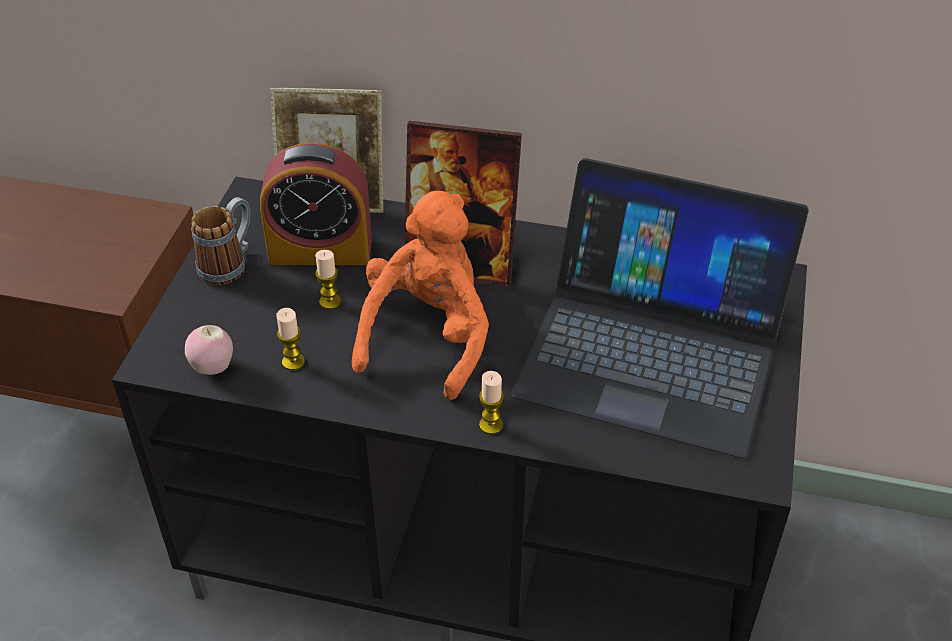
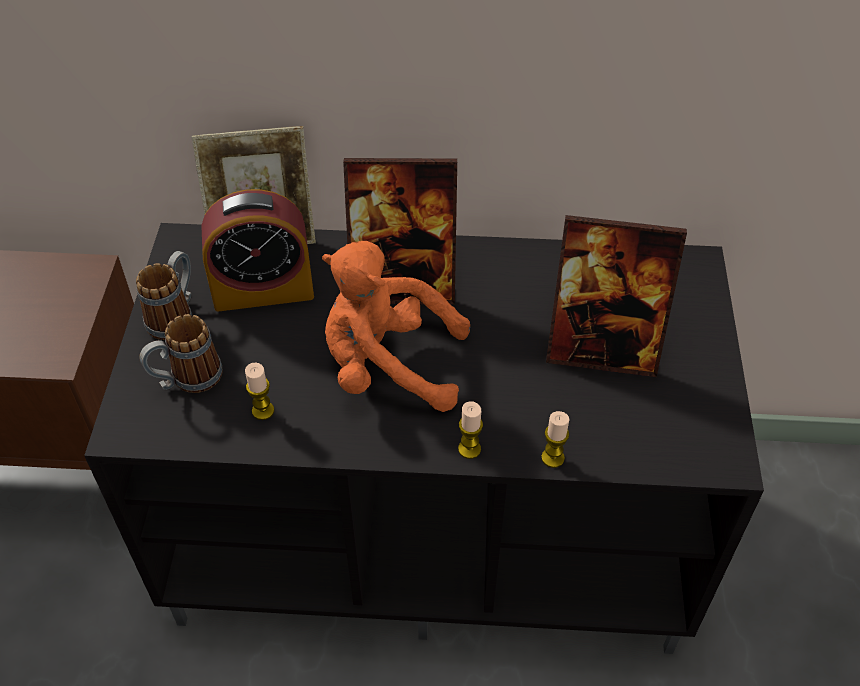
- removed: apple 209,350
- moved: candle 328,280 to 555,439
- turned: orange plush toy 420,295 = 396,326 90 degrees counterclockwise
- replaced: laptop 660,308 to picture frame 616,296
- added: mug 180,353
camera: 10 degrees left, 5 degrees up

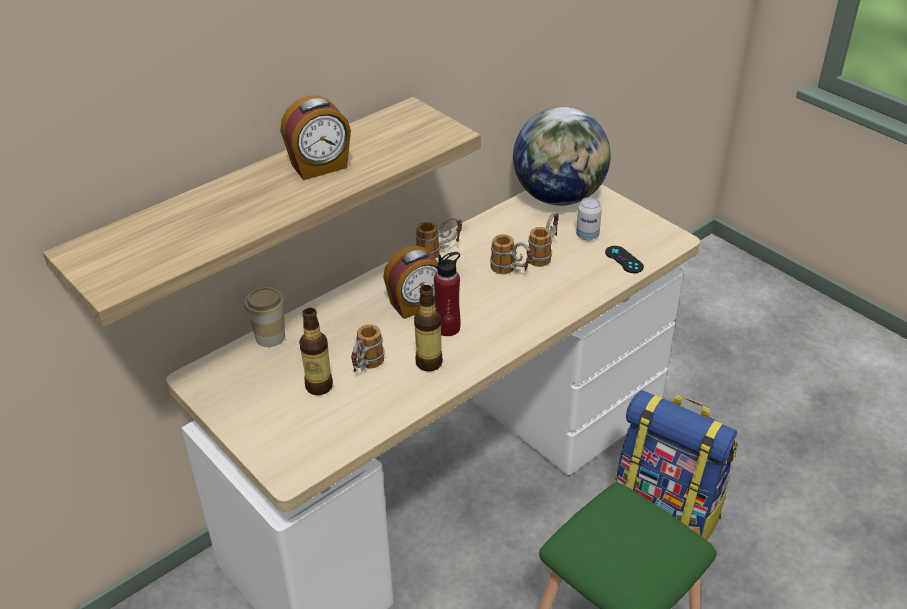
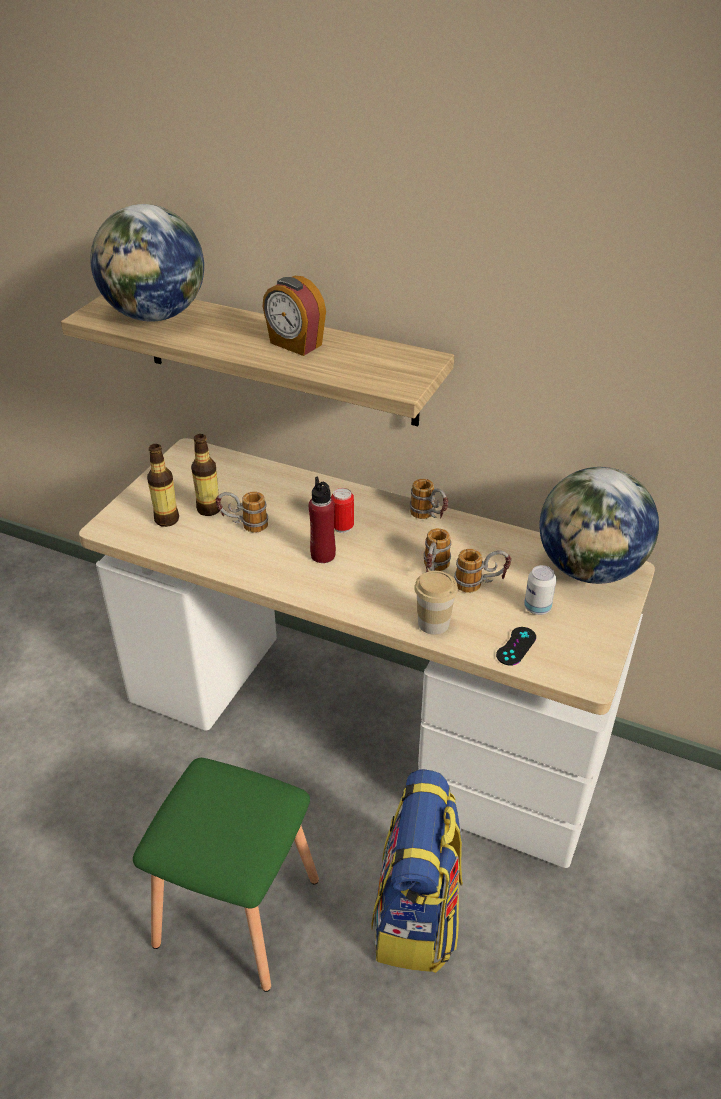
- moved: cup 264,317 to 436,603
- replaced: alarm clock 410,282 to can 342,510
- moved: bottle 428,328 to 163,485
- added: globe 147,263
camera: 65 degrees right, 0 degrees up

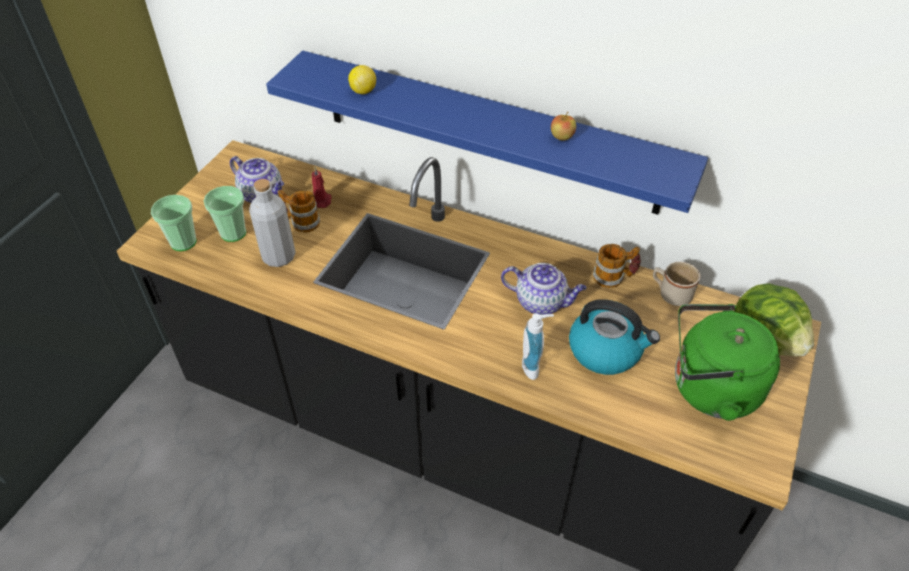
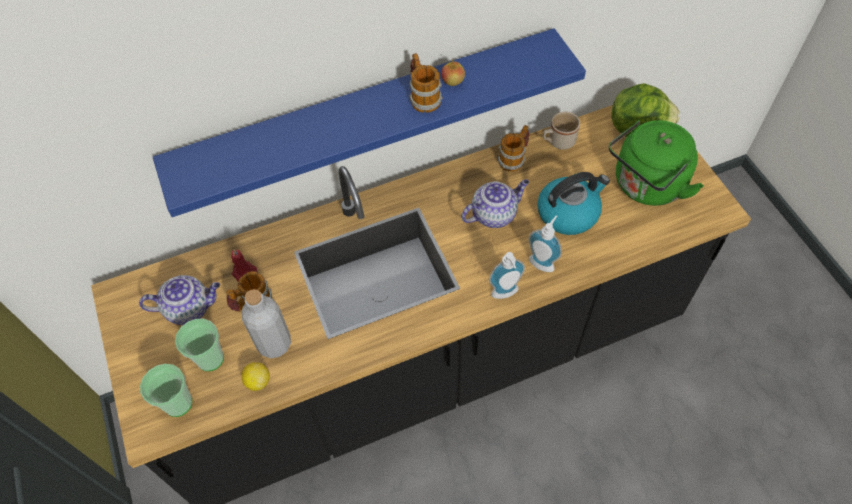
- moved: lemon 362,79 to 256,376
- added: mug 426,83
- added: soap dispenser 507,275
camera: 45 degrees left, 10 degrees up

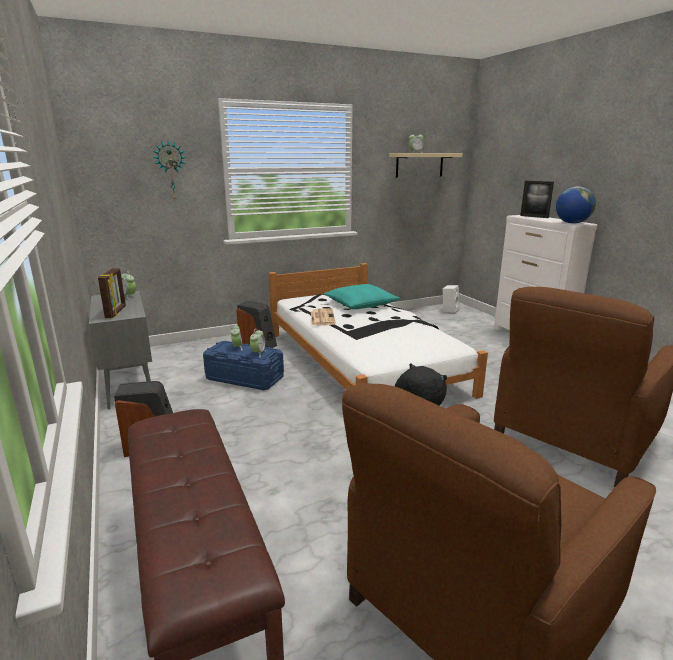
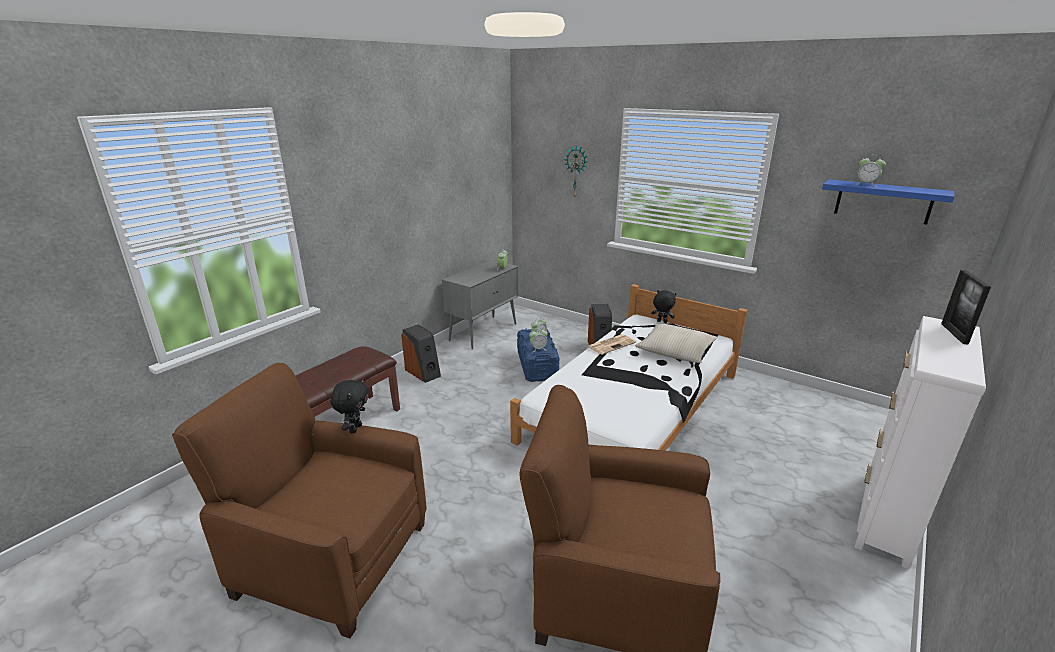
- removed: picture frame 112,293
- recoloured: turquoise pillow 362,296 to beige pillow 676,343
- recoloured: beige shelf 426,165 to blue shelf 888,202
- removed: white speaker 450,299
- removed: globe 576,205
- added: black plush toy 663,306
camera: 60 degrees right, 5 degrees up

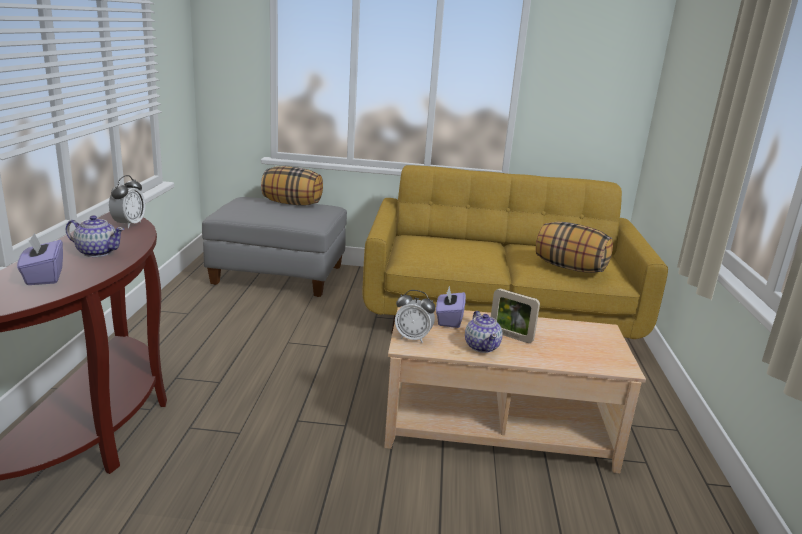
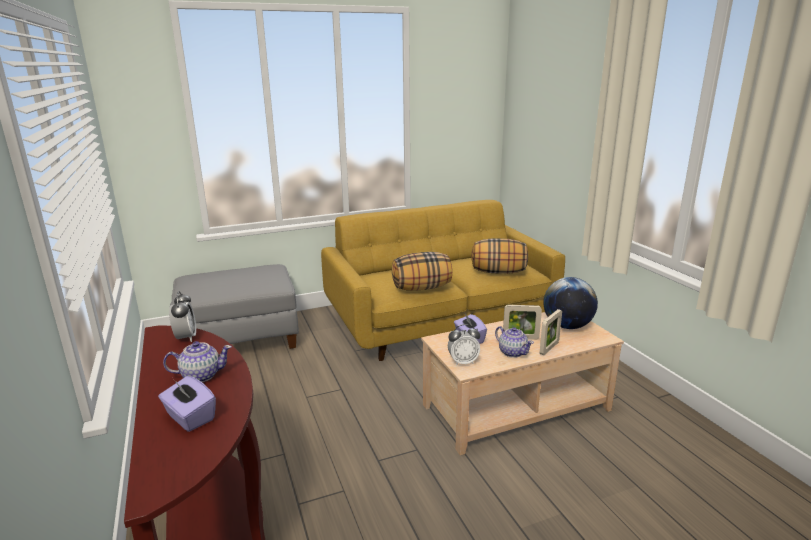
- moved: pillow 292,185 to 422,271
- added: picture frame 551,332
- added: globe 570,303
camera: 25 degrees left, 0 degrees up

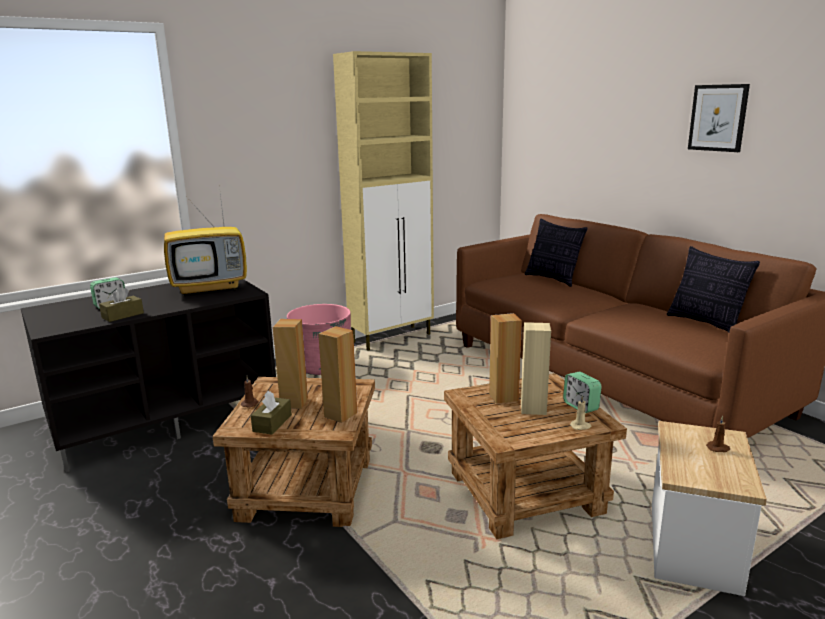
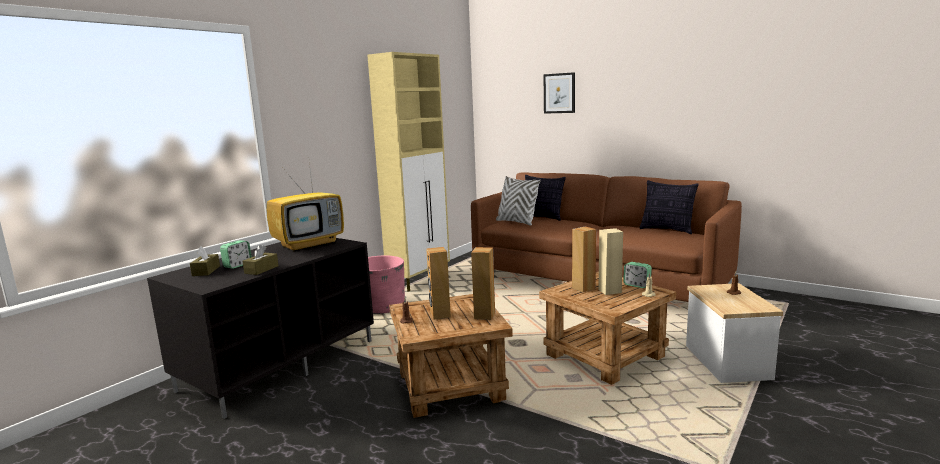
- moved: brown tissue box 271,412 to 205,261
- moved: picture 719,118 to 559,93
- added: white pillow 518,201
camera: 20 degrees left, 5 degrees down

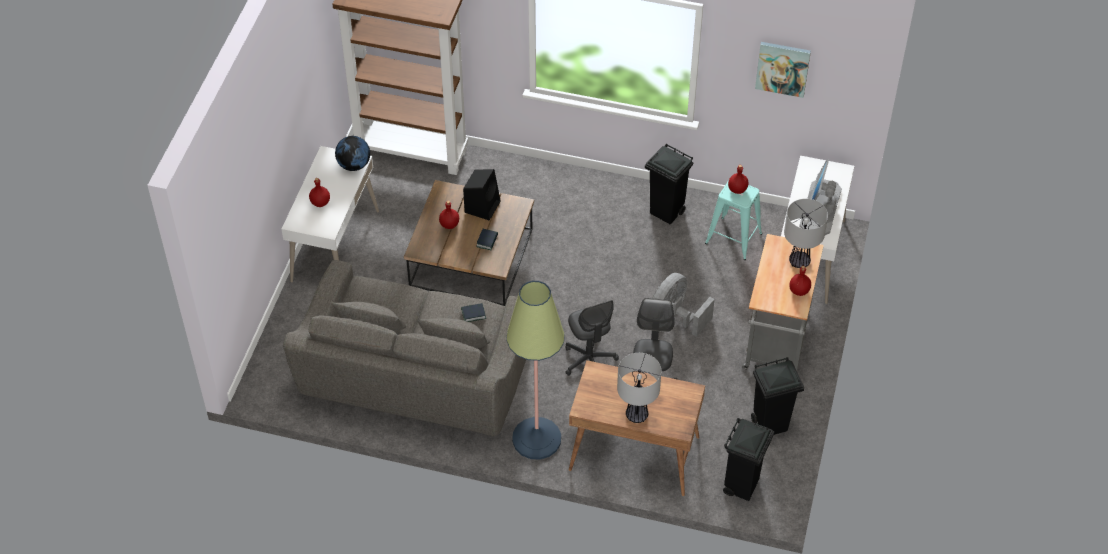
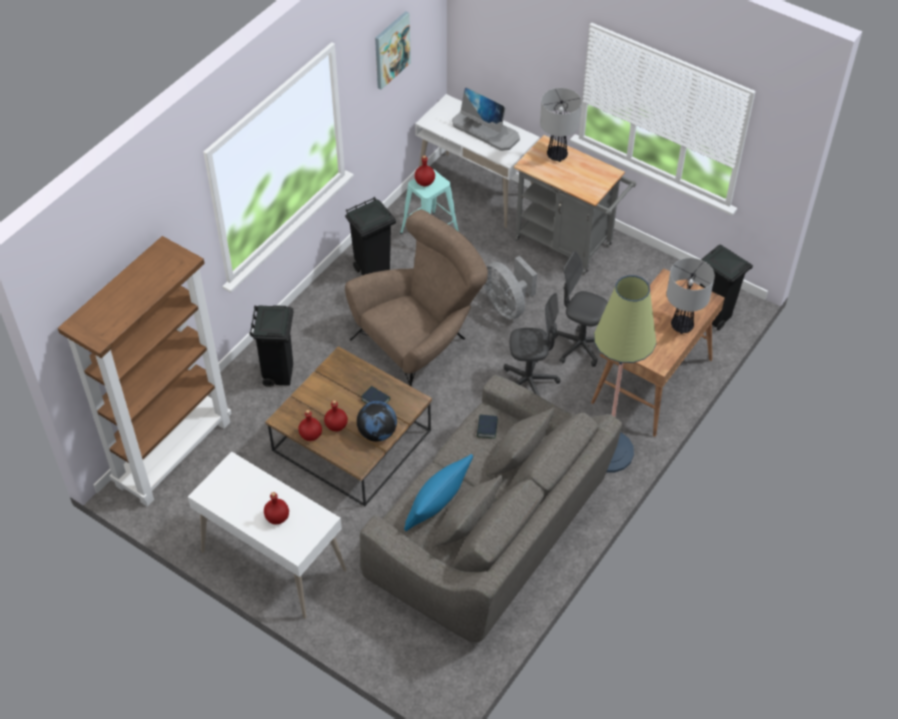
- moved: globe 352,153 to 377,421
- removed: black speaker 482,194
- moved: black trash can 777,396 to 271,346
- moved: red bottle 800,281 to 310,425
- added: brown armchair 416,298
- added: blue pillow 438,492
camera: 70 degrees left, 0 degrees up

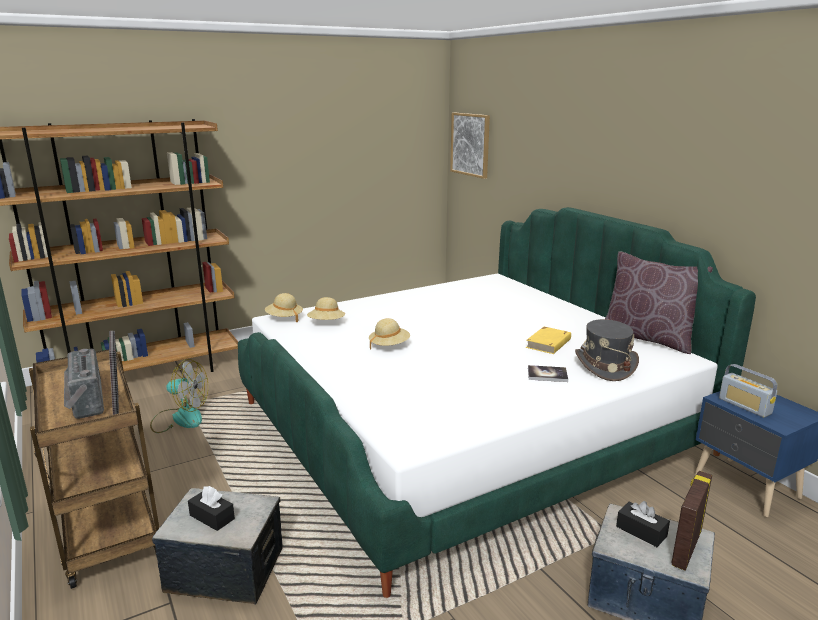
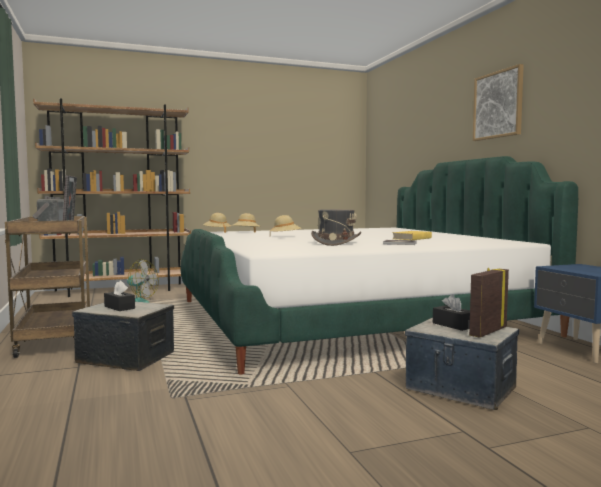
- moved: picture 470,146 to 498,102
- moved: grey hat 607,350 to 336,227
- removed: brown pillow 659,302
- removed: radio 748,391
camera: 10 degrees right, 15 degrees down

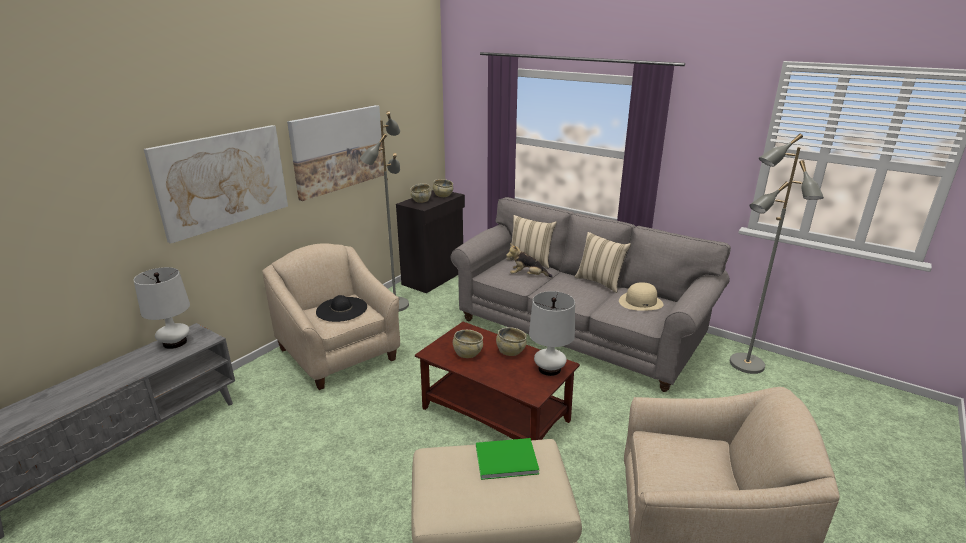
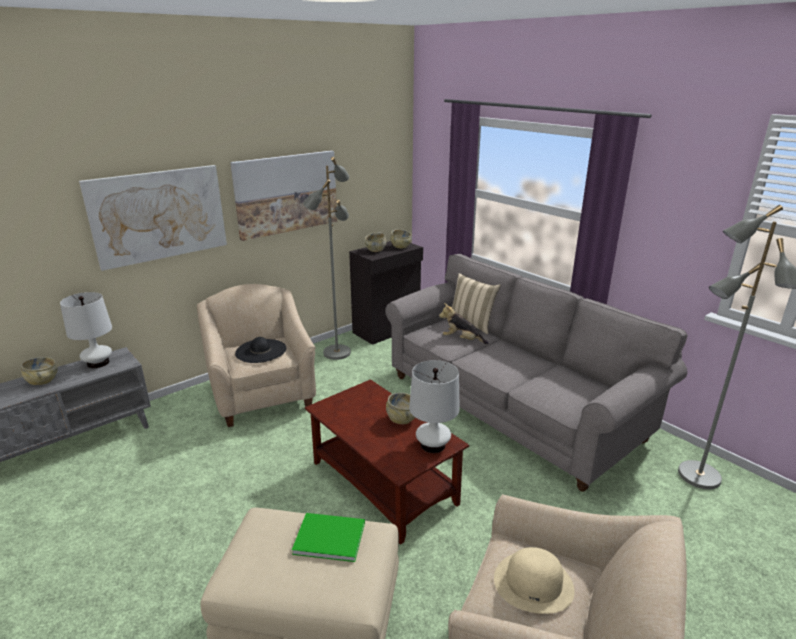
- moved: beige bowl 468,344 to 39,371
- removed: beige pillow 603,262
- moved: beige hat 641,296 to 534,580
camera: 15 degrees right, 0 degrees up

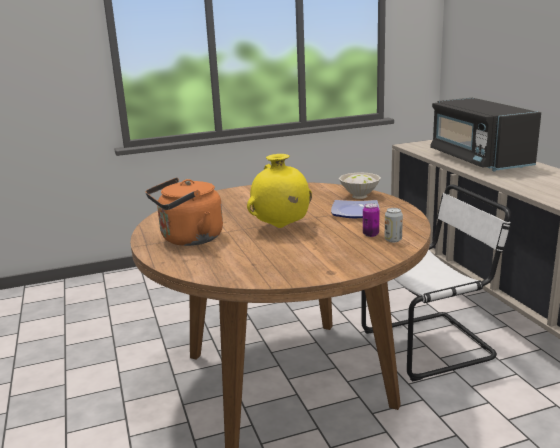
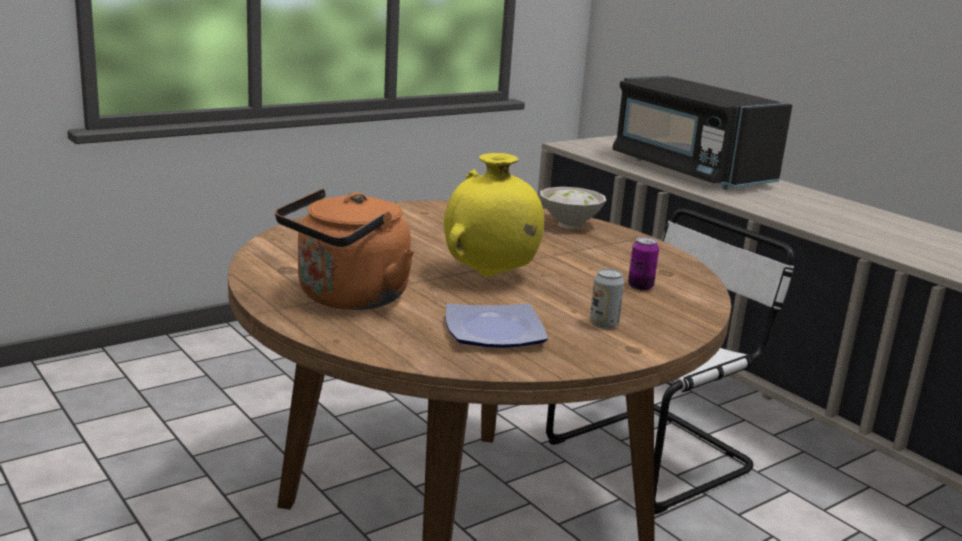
- moved: plate 355,209 to 497,326
- moved: can 394,225 to 607,299
camera: 20 degrees left, 0 degrees up

